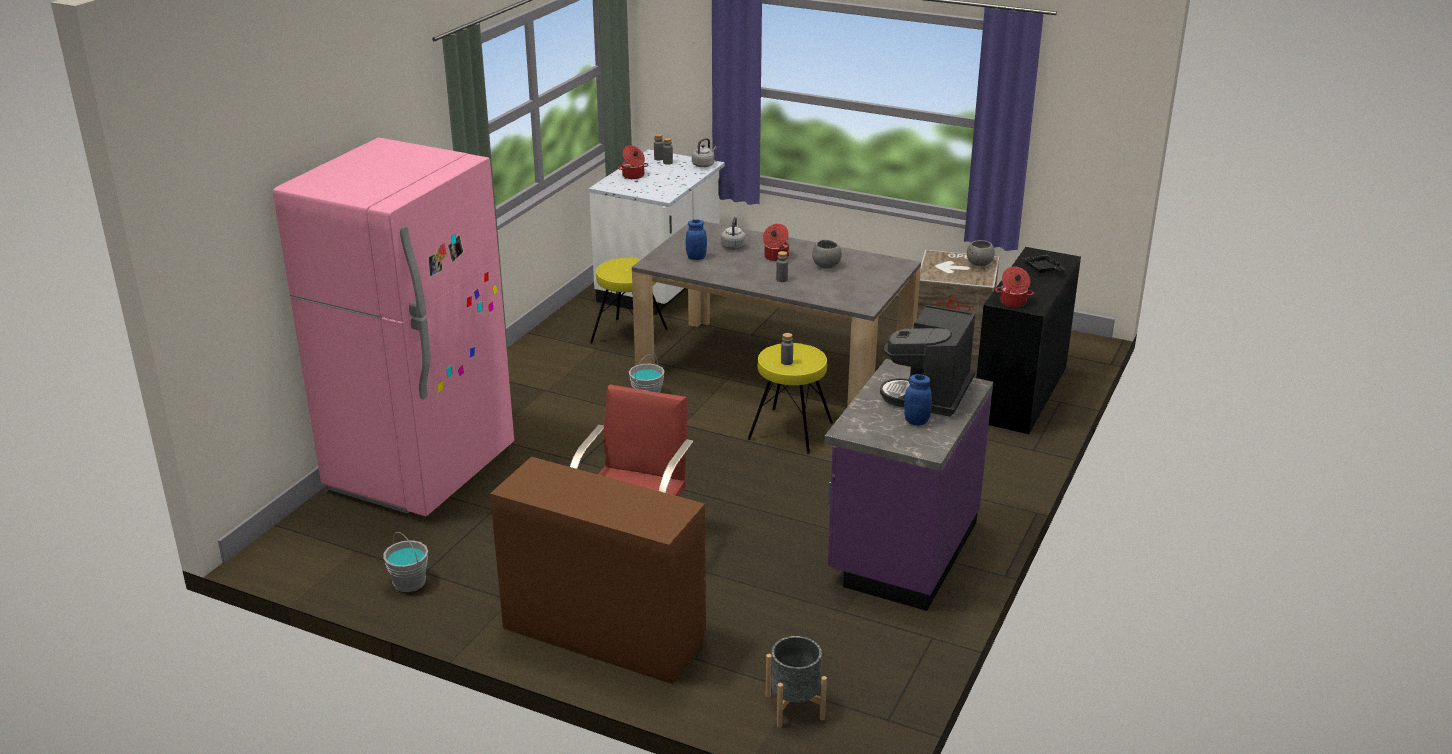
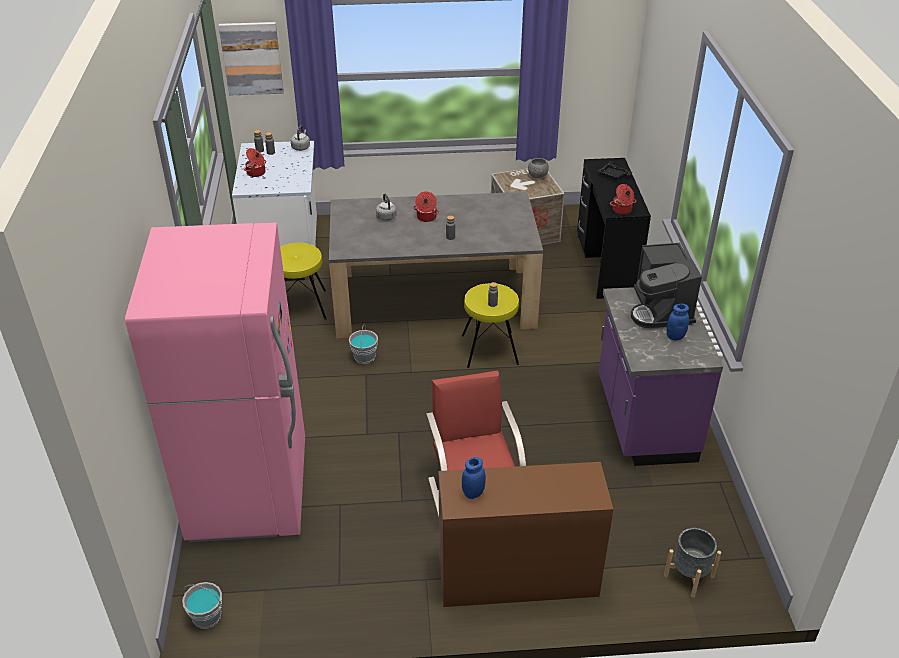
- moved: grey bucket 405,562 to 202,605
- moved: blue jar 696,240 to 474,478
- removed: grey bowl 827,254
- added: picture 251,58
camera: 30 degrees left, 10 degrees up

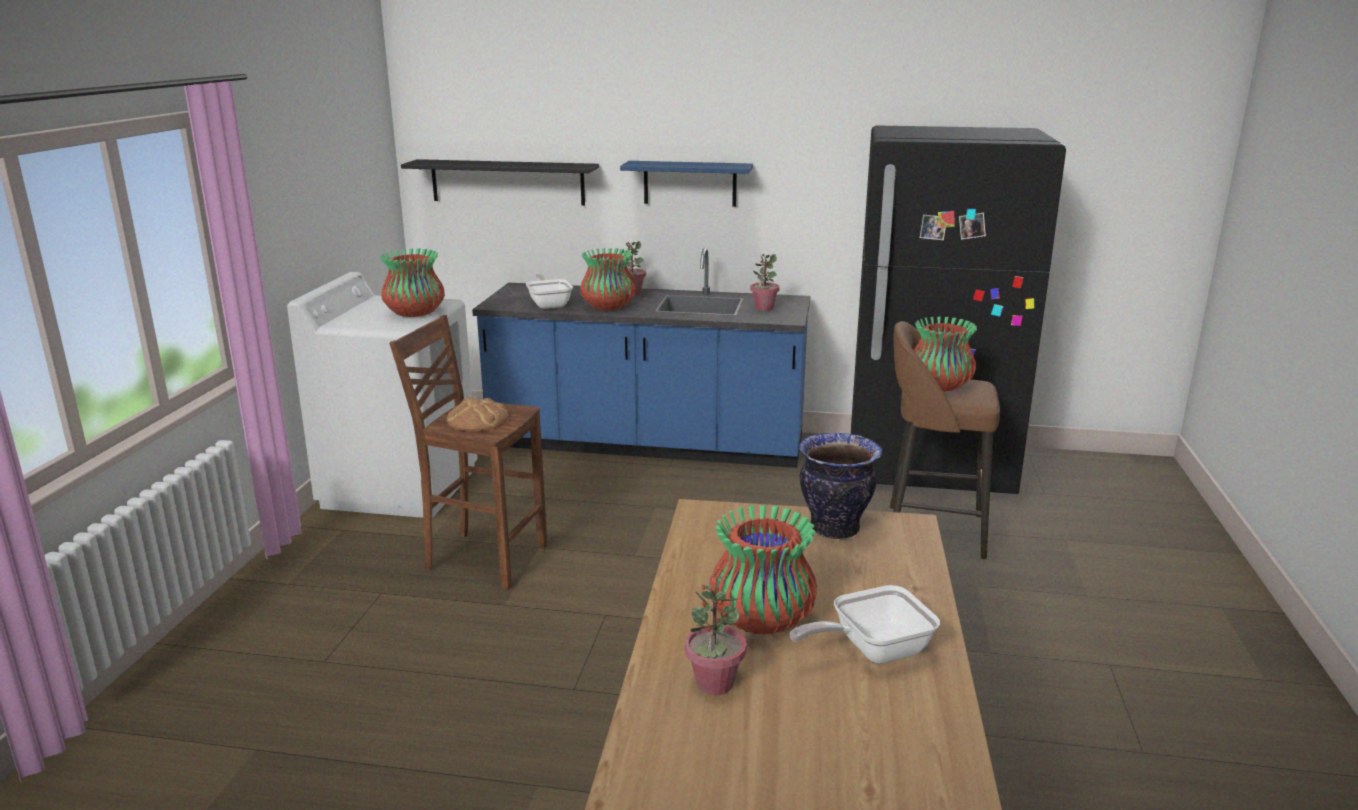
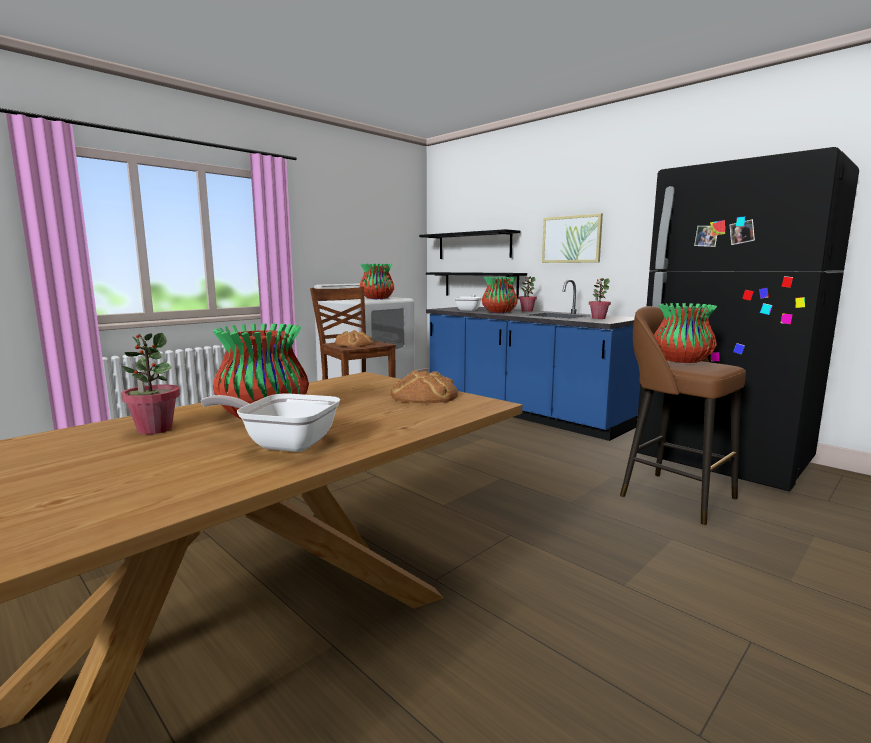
- replaced: blue shelf 686,184 to picture 572,238
- replaced: vase 840,486 to bread 424,387
- added: black shelf 476,285
camera: 35 degrees right, 10 degrees down

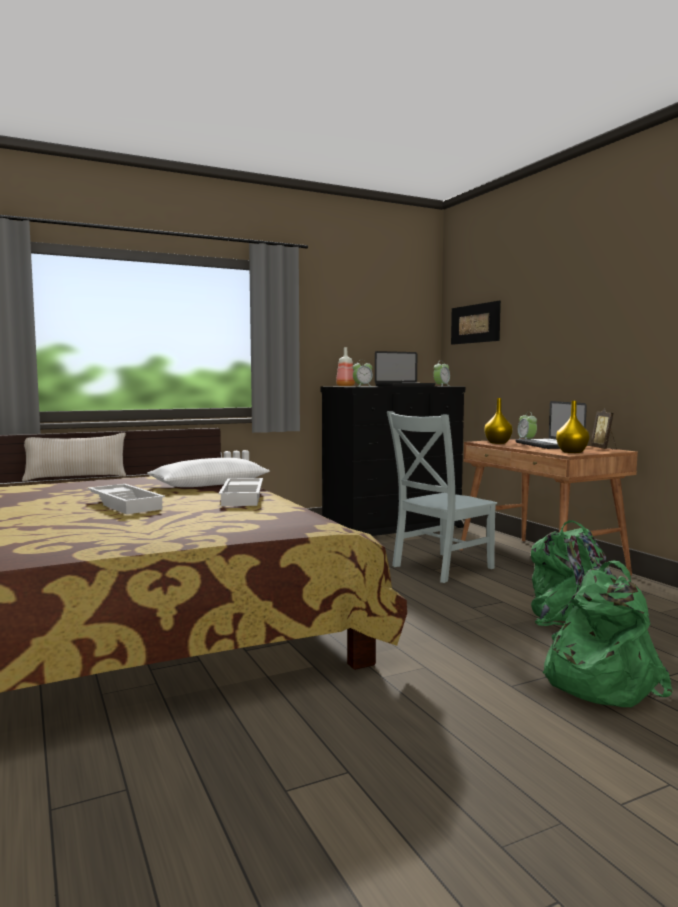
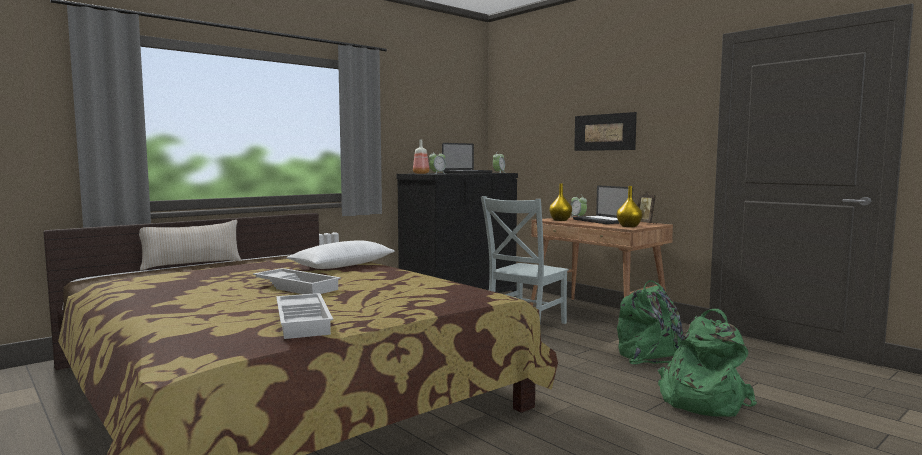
- moved: white tray 240,492 to 304,316
- moved: picture 476,323 to 605,131
camera: 15 degrees left, 0 degrees up

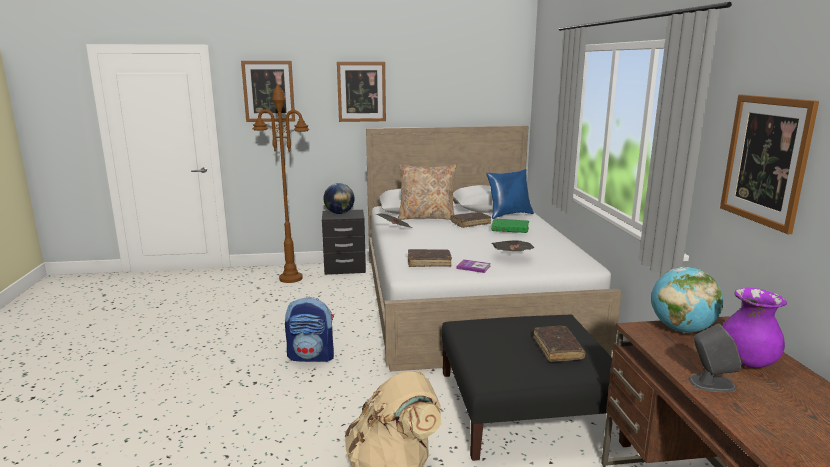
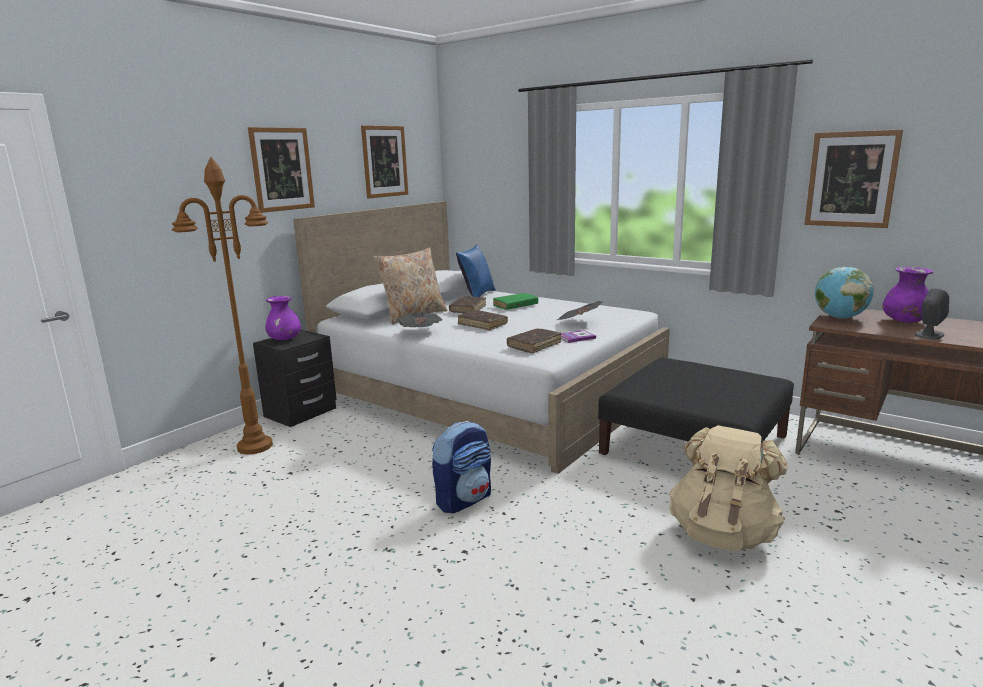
- moved: picture 268,91 to 384,162
- replaced: globe 339,198 to purple vase 283,318
- moved: brown book 559,344 to 483,320
camera: 45 degrees left, 0 degrees up

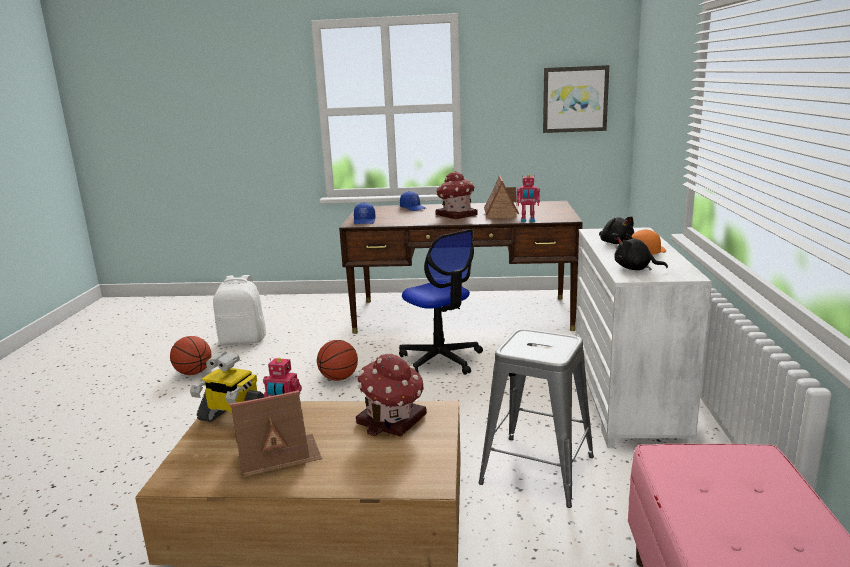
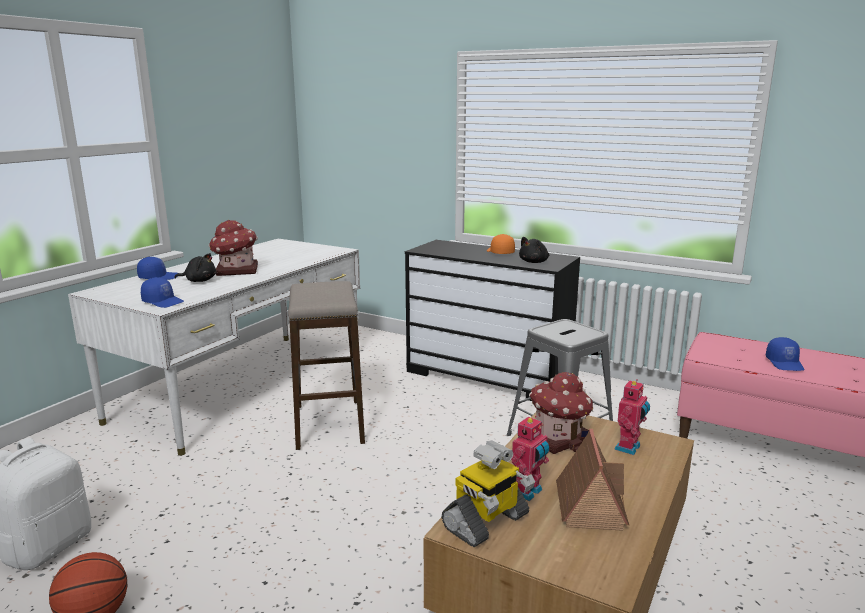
- removed: basketball 337,360
- recoloured: brown desk 461,267 to white desk 214,347
- replaced: office chair 441,302 to stool 326,365
- removed: toy house 501,197
- moved: toy robot 528,198 to 632,417
- removed: picture 576,99
- recoloured: white dresser 644,337 to black dresser 492,320
- moved: black plush toy 616,230 to 195,267
- added: blue cap 785,354
camera: 65 degrees left, 0 degrees up

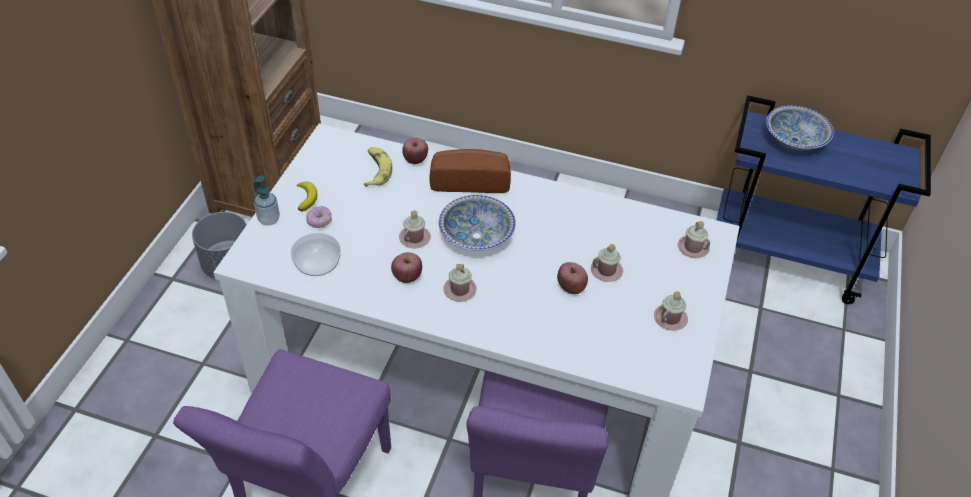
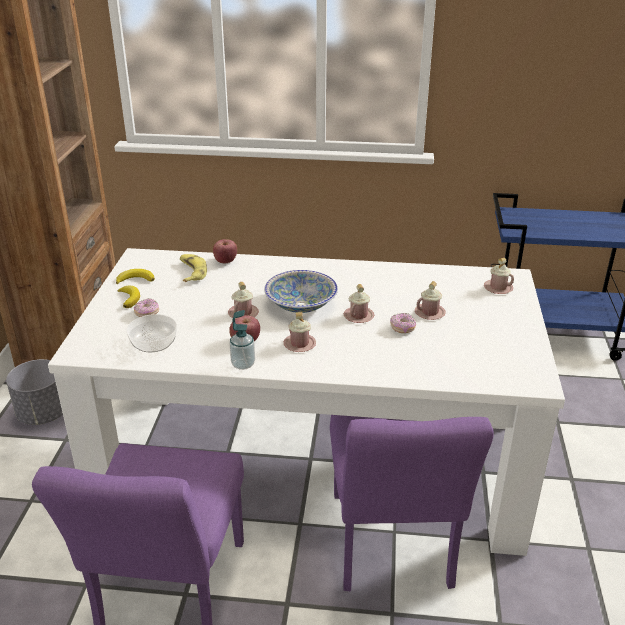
- moved: soap dispenser 266,200 to 242,340
- removed: bread 470,171
- replaced: apple 572,278 to donut 403,323
- moved: pink mug 671,311 to 359,303
- removed: bowl 799,128
- added: banana 135,276
camera: 10 degrees left, 15 degrees down

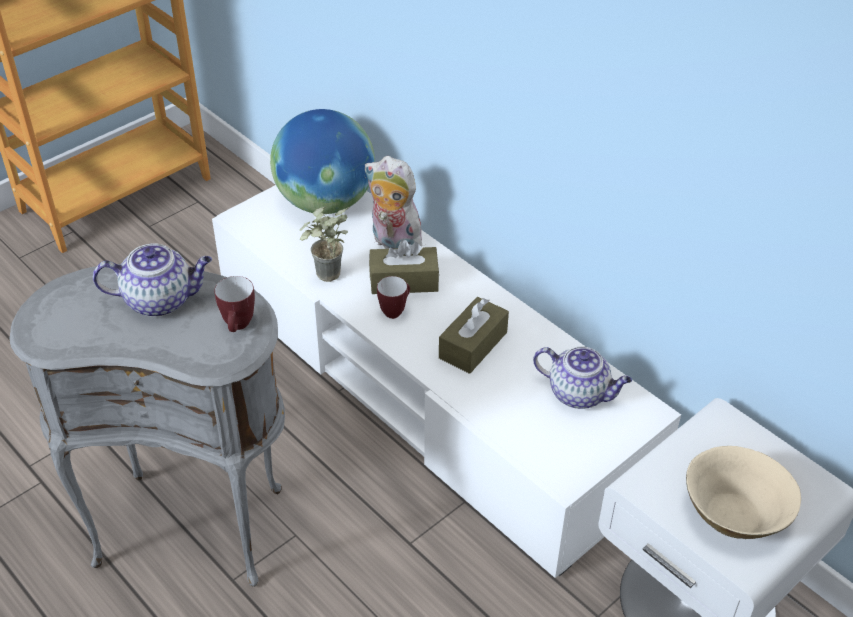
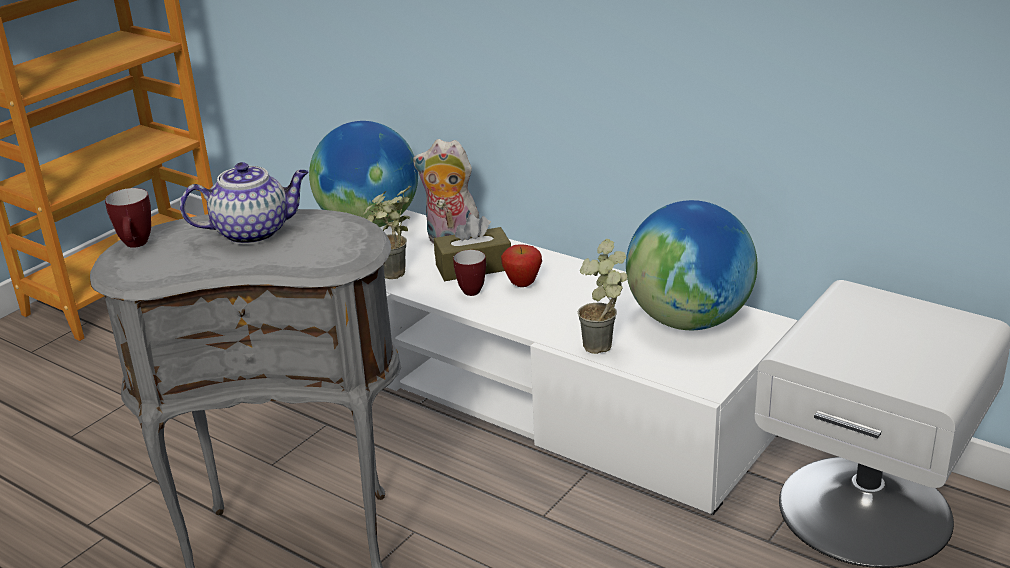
- moved: mug 234,304 to 128,218
- removed: brown tissue box 474,335
- replaced: teapot 582,377 to globe 692,265
- removed: beige bowl 743,492
- added: apple 521,265
- added: potted plant 603,296
camera: 10 degrees left, 15 degrees down

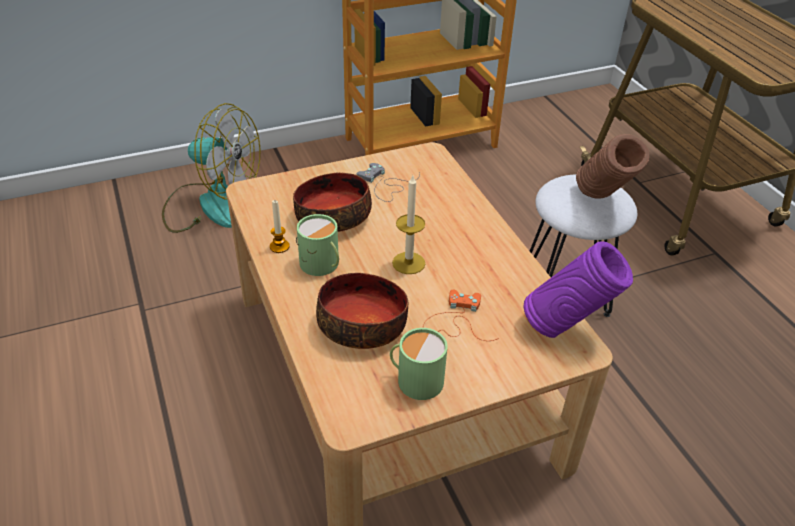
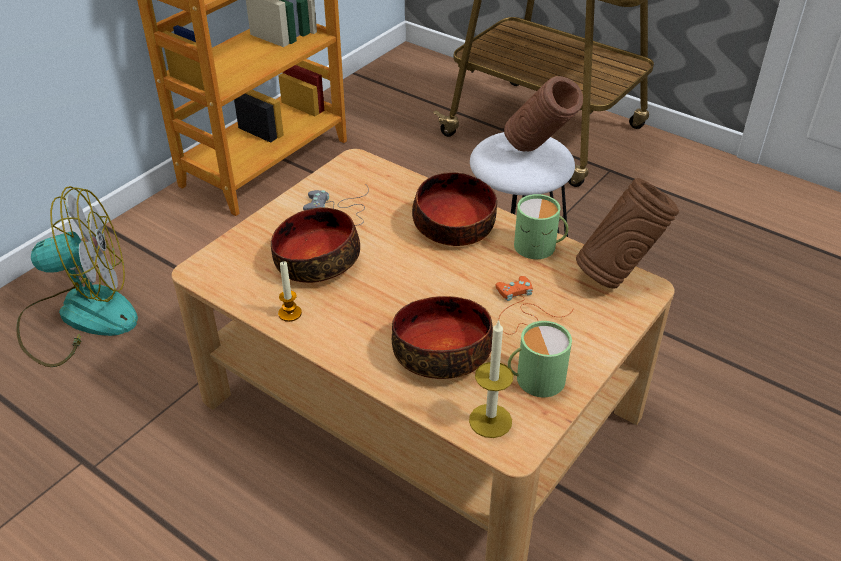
- moved: green mug 317,245 to 541,226
- moved: candle 408,225 to 491,378
- recoloured: purple vase 578,289 to brown vase 627,233
- added: bowl 454,209
camera: 30 degrees left, 0 degrees up

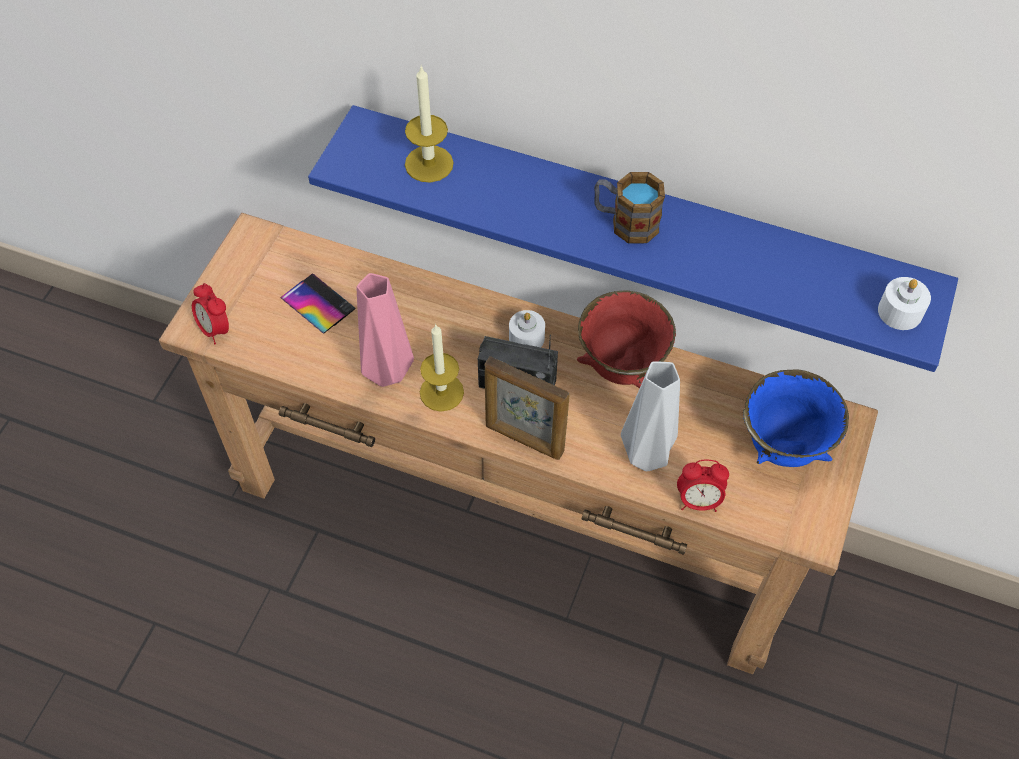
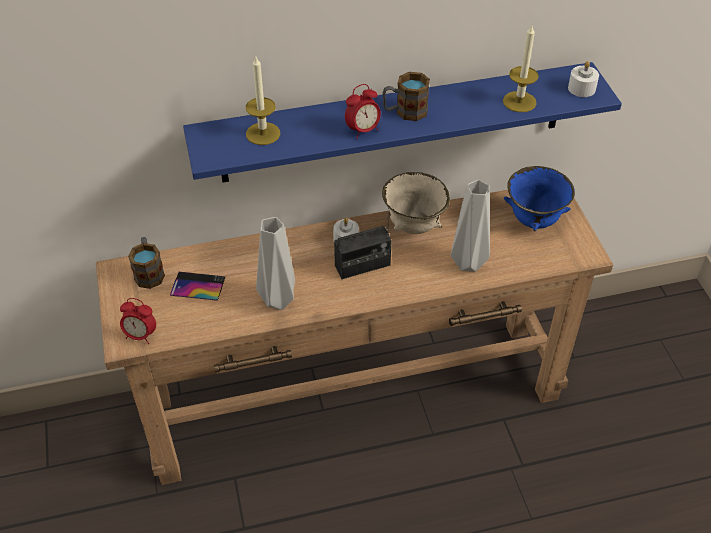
- recoloured: pink vase 385,330 to grey vase 275,263
- moved: candle 442,368 to 521,68
- removed: picture frame 527,408
- recoloured: red bowl 626,340 to beige bowl 416,203
- moved: alarm clock 703,486 to 363,111
- added: mug 146,263
camera: 35 degrees left, 10 degrees down

